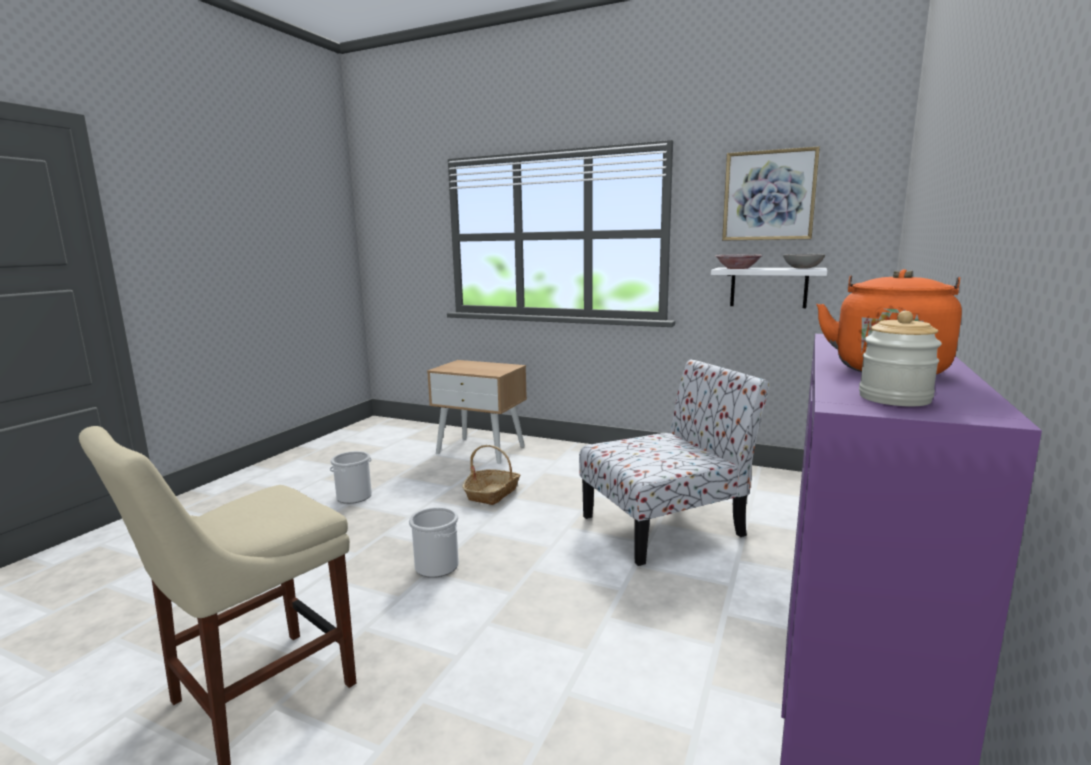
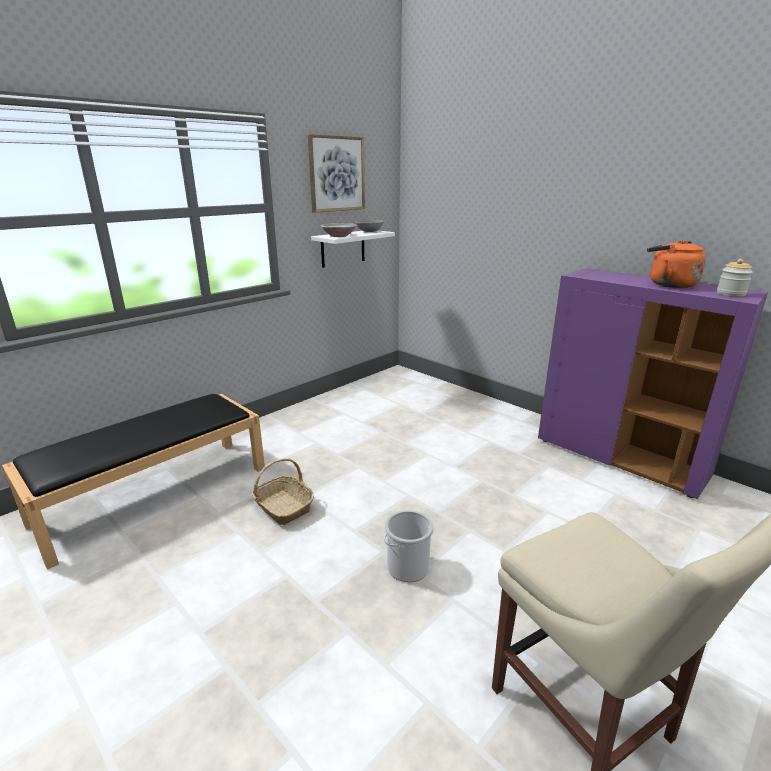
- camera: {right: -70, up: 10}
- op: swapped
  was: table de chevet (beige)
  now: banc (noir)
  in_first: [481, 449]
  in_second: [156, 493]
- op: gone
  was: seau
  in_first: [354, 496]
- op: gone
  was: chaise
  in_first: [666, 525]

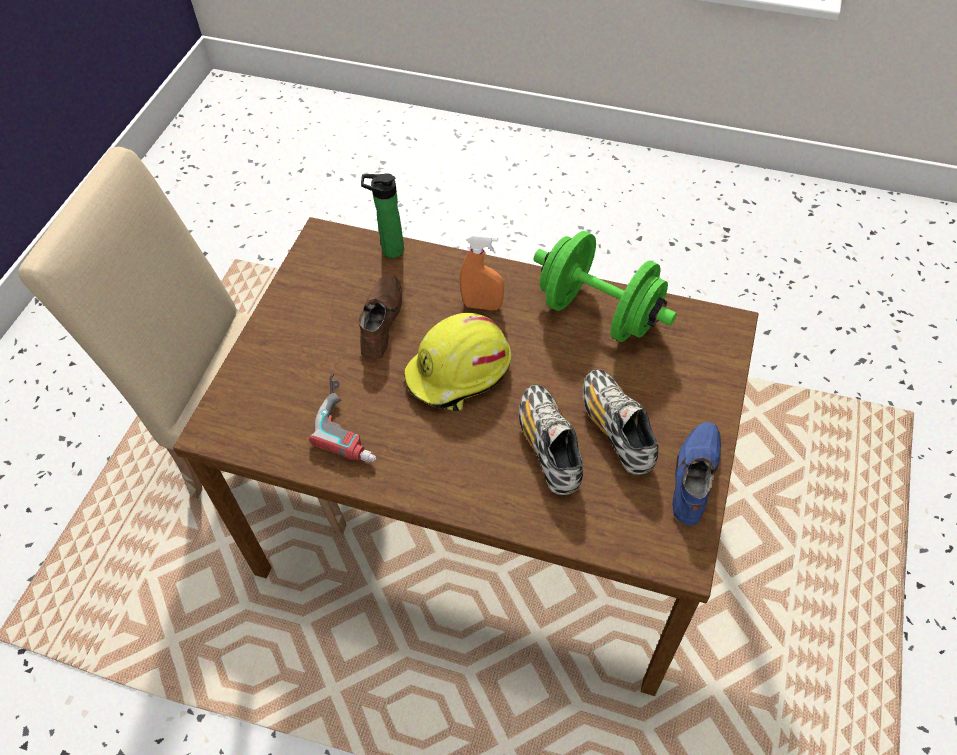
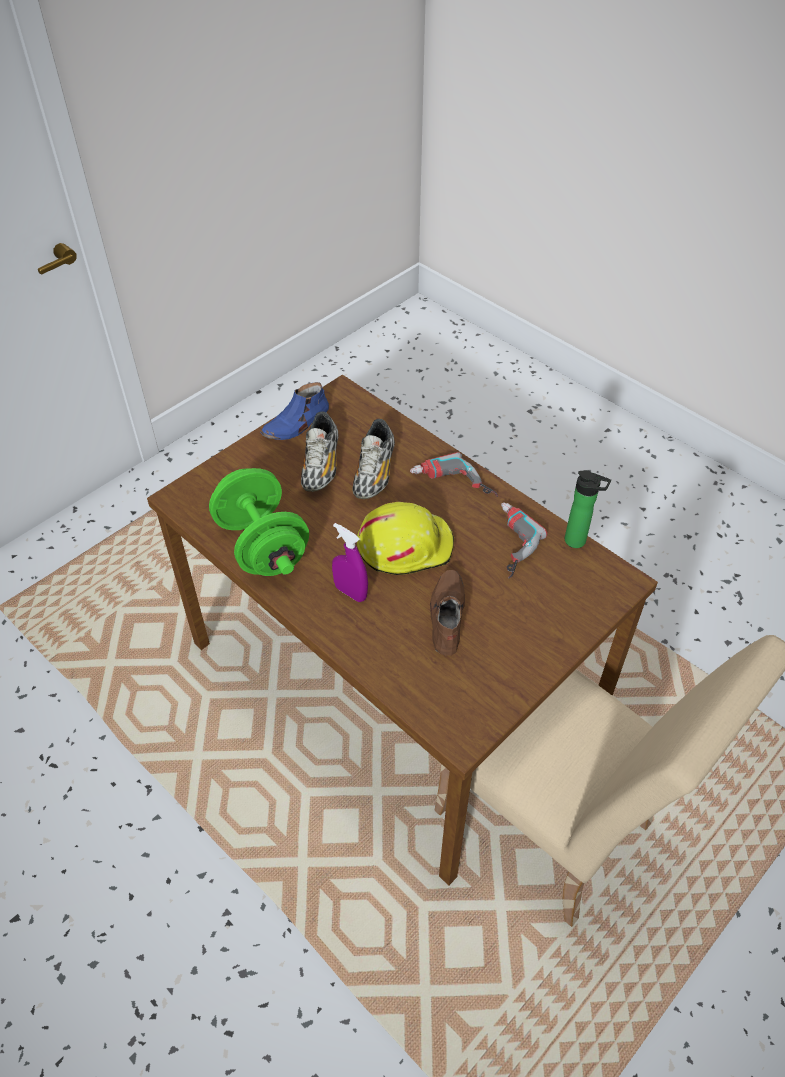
- camera: {right: -155, up: -5}
- op: repainted
  was: vaporisateur (orange)
  now: vaporisateur (violet)
  in_first: [482, 305]
  in_second: [350, 592]
- op: new
  now: perceuse
  in_second: [452, 486]
- op: rotated
  was: chaussure (marron)
  in_first: [380, 321]
  in_second: [446, 616]
  clockwise: 150
- op: shifted
  was: bouteille
  in_first: [389, 250]
  in_second: [578, 541]

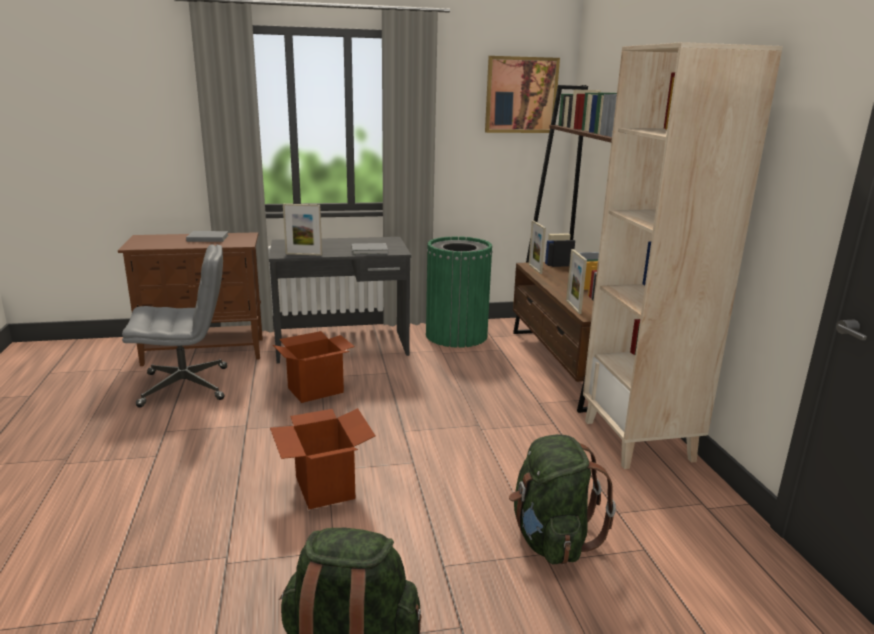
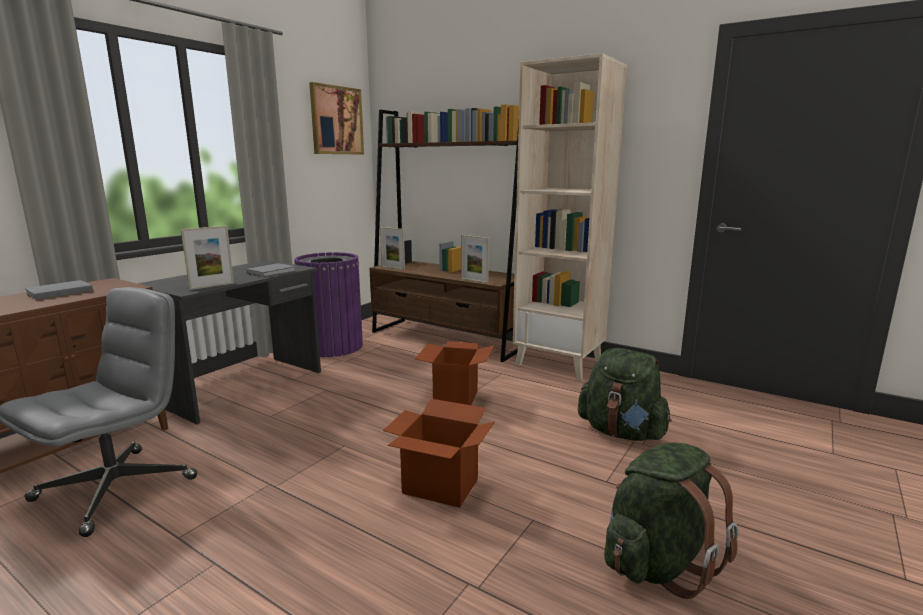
- camera: {right: -45, up: -5}
- op: repainted
  was: poubelle (vert)
  now: poubelle (violet)
  in_first: [456, 335]
  in_second: [332, 346]
- op: shifted
  was: carton
  in_first: [316, 390]
  in_second: [455, 398]

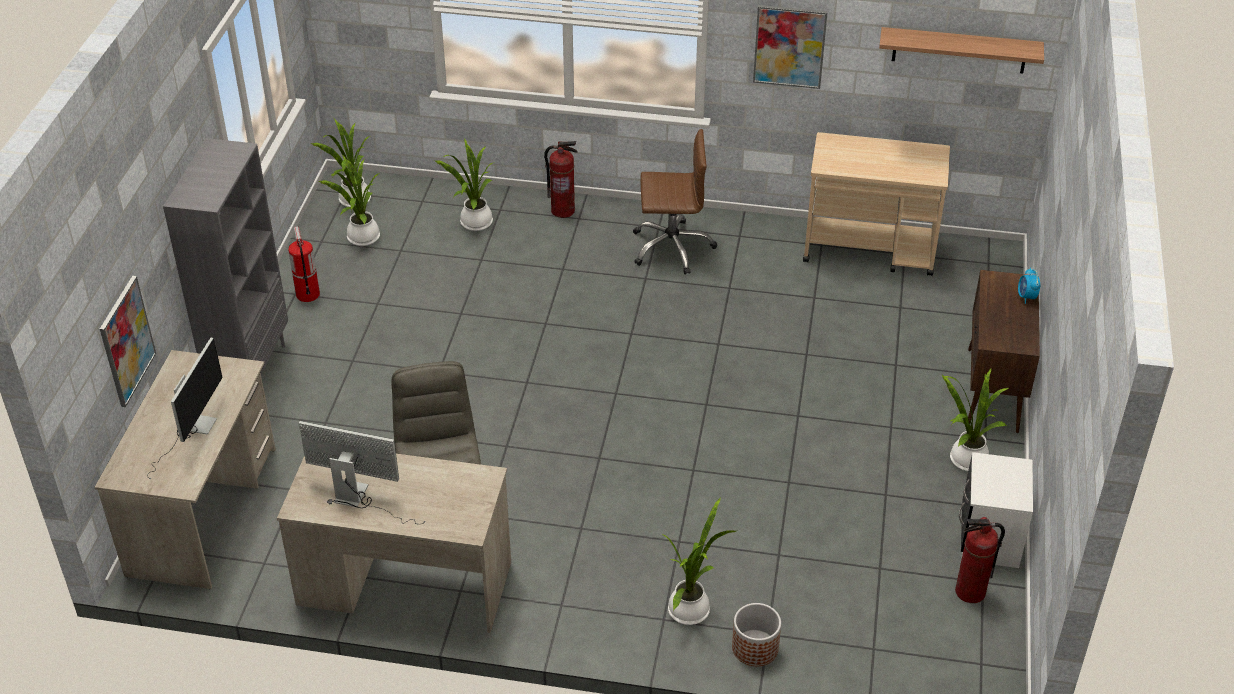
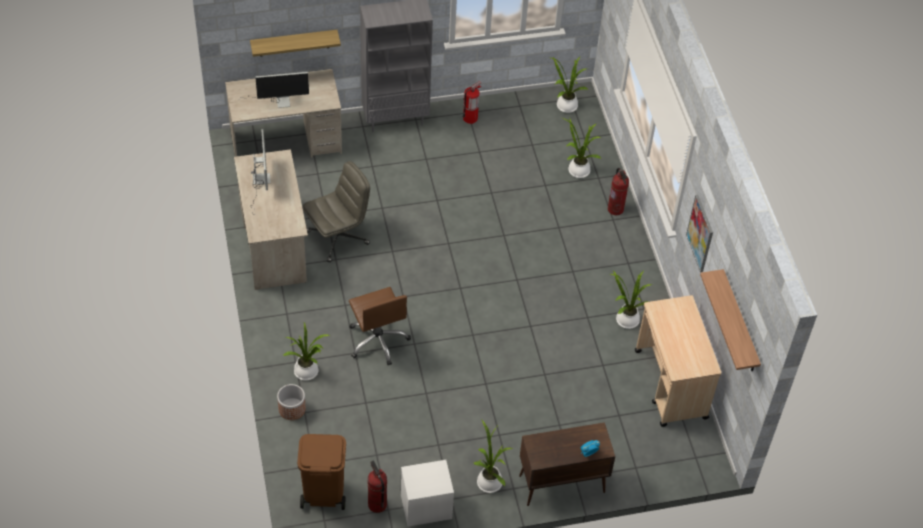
- camera: {right: 65, up: 10}
- op: swapped
  was: tableau
  now: étagère
  in_first: [126, 341]
  in_second: [294, 43]
- op: new
  now: poubelle (marron)
  in_second: [323, 492]
- op: shifted
  was: chaise de bureau (marron)
  in_first: [672, 247]
  in_second: [378, 340]
- op: shifted
  was: plante en pot
  in_first: [361, 239]
  in_second: [625, 319]

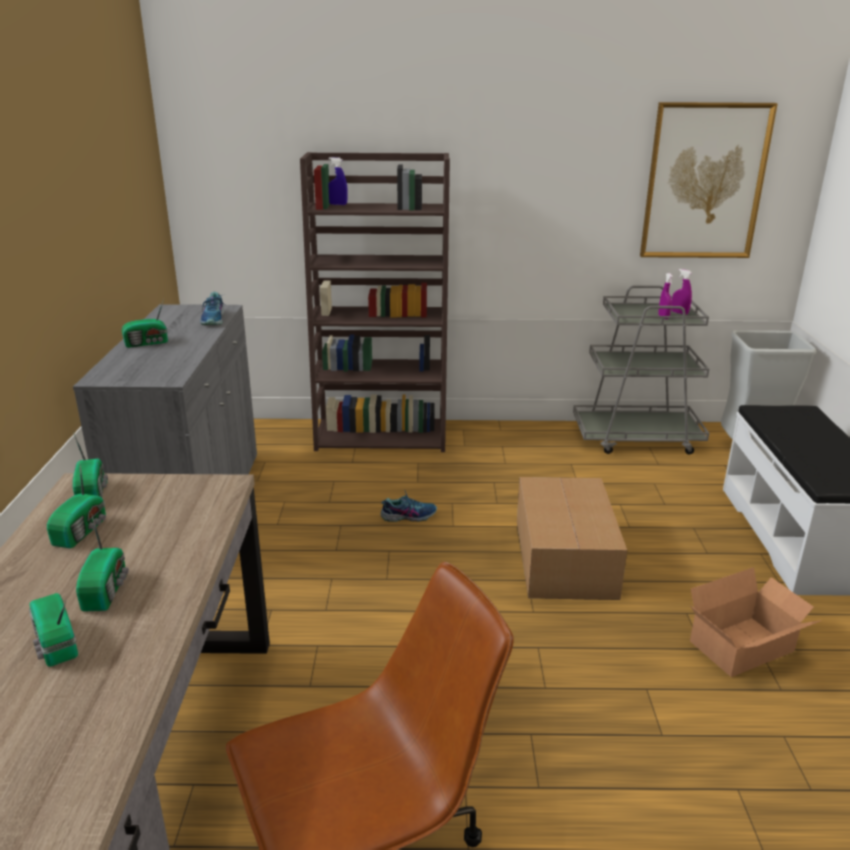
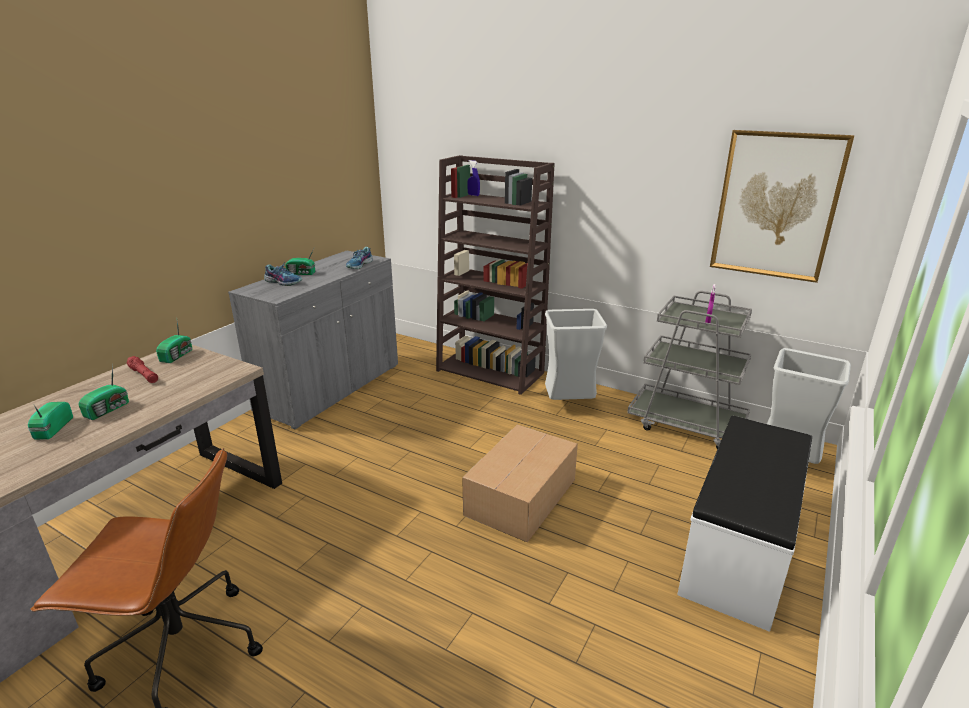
- camera: {right: 30, up: 0}
- op: swapped
  was: radio
  now: lampe de poche (rouge)
  in_first: [82, 531]
  in_second: [144, 375]
- op: shifted
  was: chaussure
  in_first: [408, 516]
  in_second: [283, 282]
- op: new
  now: poubelle (gris)
  in_second: [568, 405]
- op: gone
  was: vaporisateur (violet)
  in_first: [679, 313]
- op: gone
  was: carton
  in_first: [746, 648]

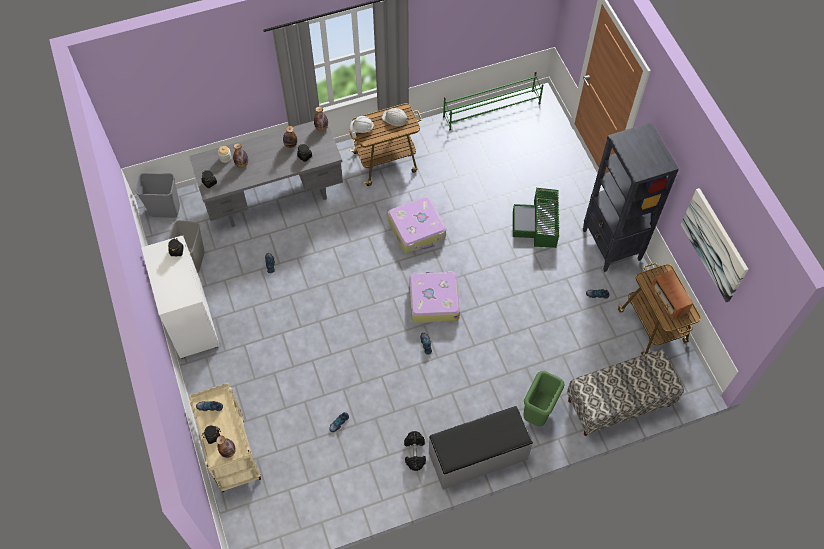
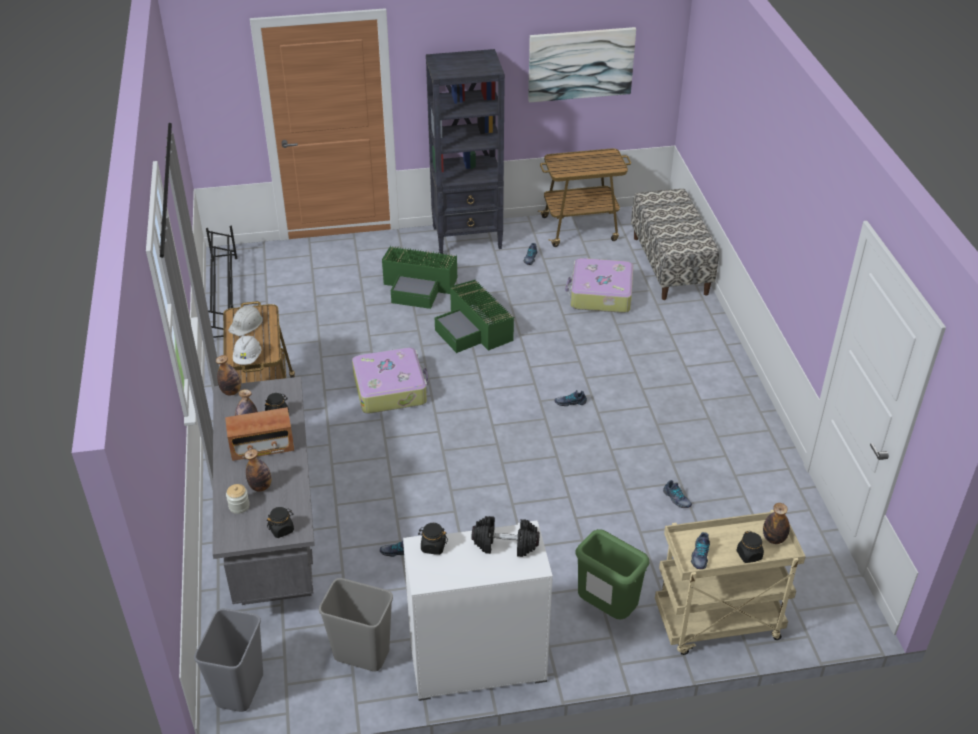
- camera: {right: -80, up: -20}
- op: repainted
  was: étagère à chaussures (vert)
  now: étagère à chaussures (noir)
  in_first: [492, 110]
  in_second: [225, 297]
- op: shifted
  was: radio
  in_first: [668, 300]
  in_second: [262, 447]
- op: new
  now: boîte de rangement (vert)
  in_second: [474, 330]
- op: shifted
  was: haltère (noir)
  in_first: [414, 453]
  in_second: [505, 544]
- op: shifted
  was: valise
  in_first: [433, 300]
  in_second: [600, 294]
- op: shifted
  was: poubelle (vert)
  in_first: [537, 412]
  in_second: [605, 609]
- op: gone
  was: banc (gris)
  in_first: [478, 457]

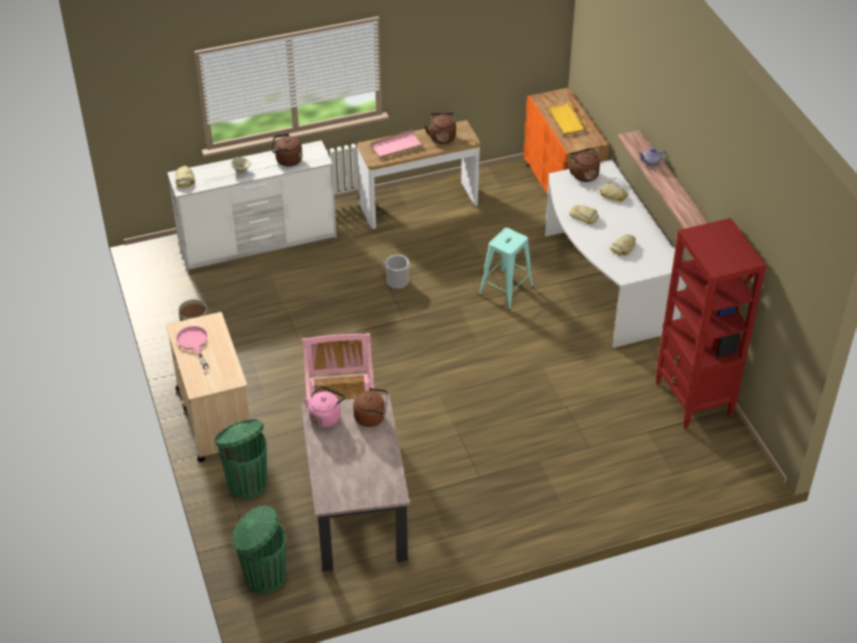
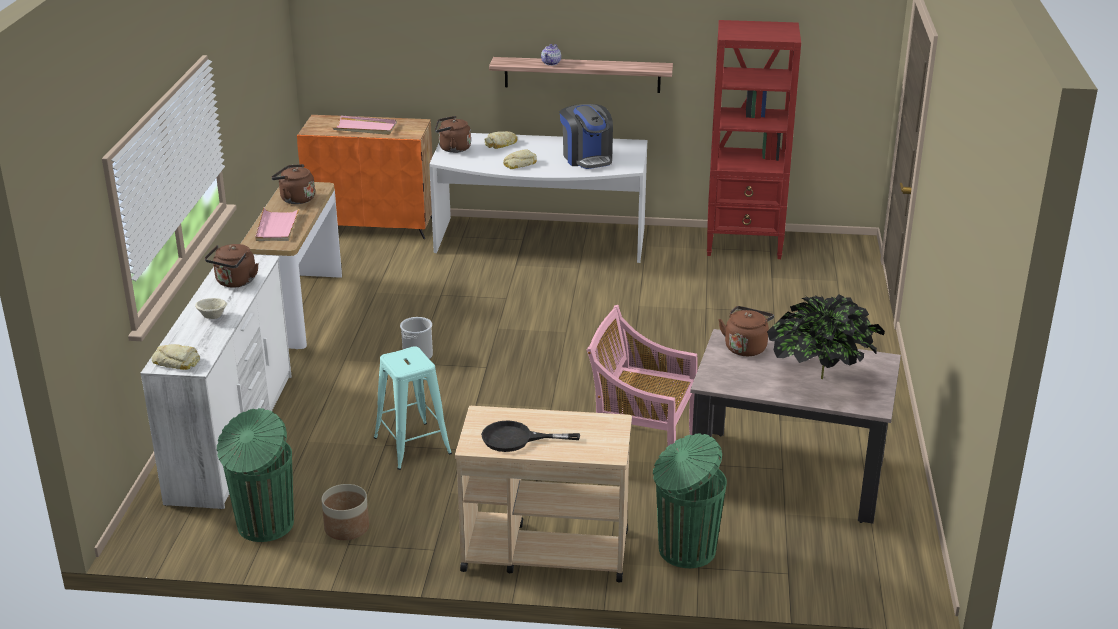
- camera: {right: -65, up: -15}
- op: shifted
  was: poubelle (vert)
  in_first: [263, 576]
  in_second: [264, 525]
- op: repainted
  was: plateau (jaune)
  now: plateau (rose)
  in_first: [565, 120]
  in_second: [365, 128]
- op: shifted
  was: tabouret (turquoise)
  in_first: [506, 290]
  in_second: [412, 445]
- op: repainted
  was: poêle (rose)
  now: poêle (noir)
  in_first: [194, 343]
  in_second: [516, 439]
- op: swapped
  was: pain
  now: machine à café
  in_first: [623, 247]
  in_second: [587, 158]
- op: new
  now: plante en pot
  in_second: [820, 380]
- op: gone
  was: bouilloire (rose)
  in_first: [325, 417]

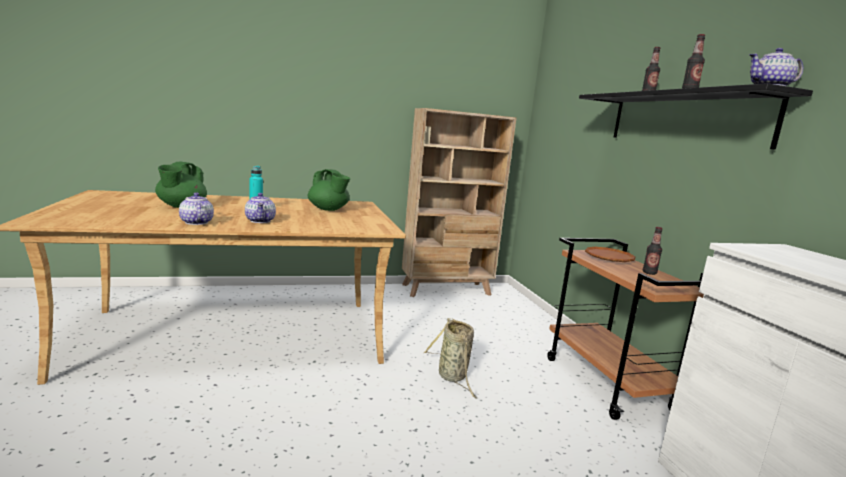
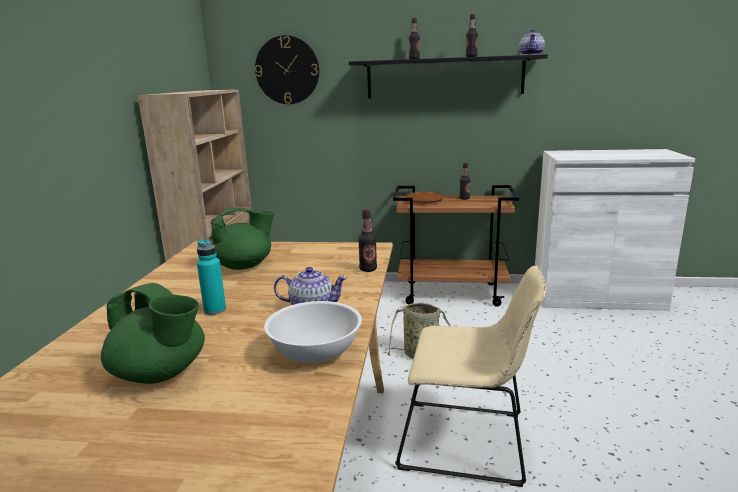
- camera: {right: -65, up: 5}
- op: new
  now: horloge murale
  in_second: [287, 70]
- op: swapped
  was: théière
  now: bol (blanc)
  in_first: [196, 222]
  in_second: [316, 352]
- op: new
  now: bouteille
  in_second: [368, 269]
- op: new
  now: chaise (beige)
  in_second: [469, 441]

